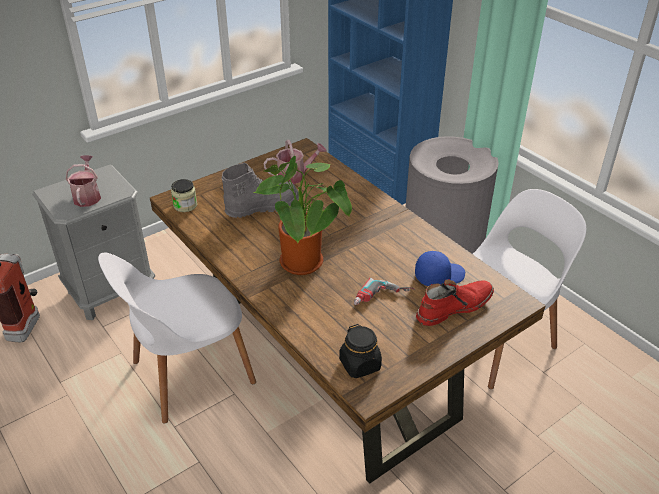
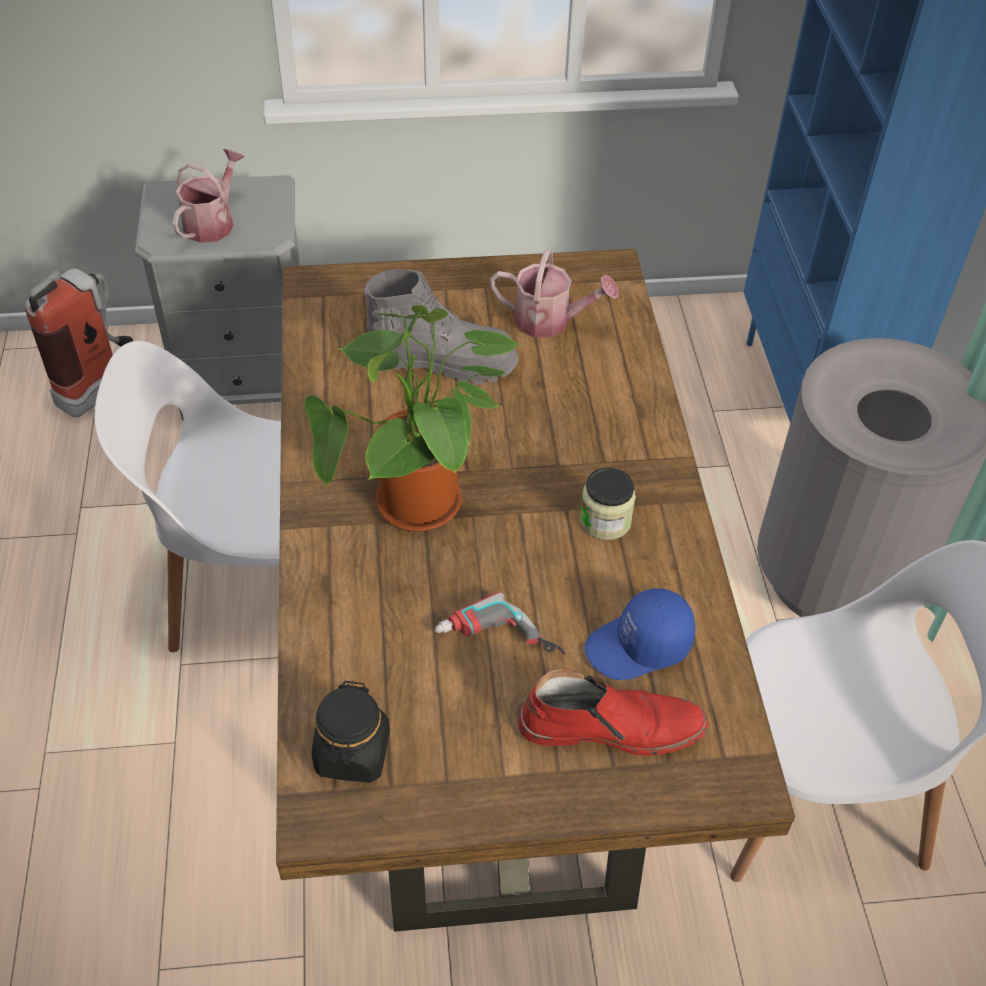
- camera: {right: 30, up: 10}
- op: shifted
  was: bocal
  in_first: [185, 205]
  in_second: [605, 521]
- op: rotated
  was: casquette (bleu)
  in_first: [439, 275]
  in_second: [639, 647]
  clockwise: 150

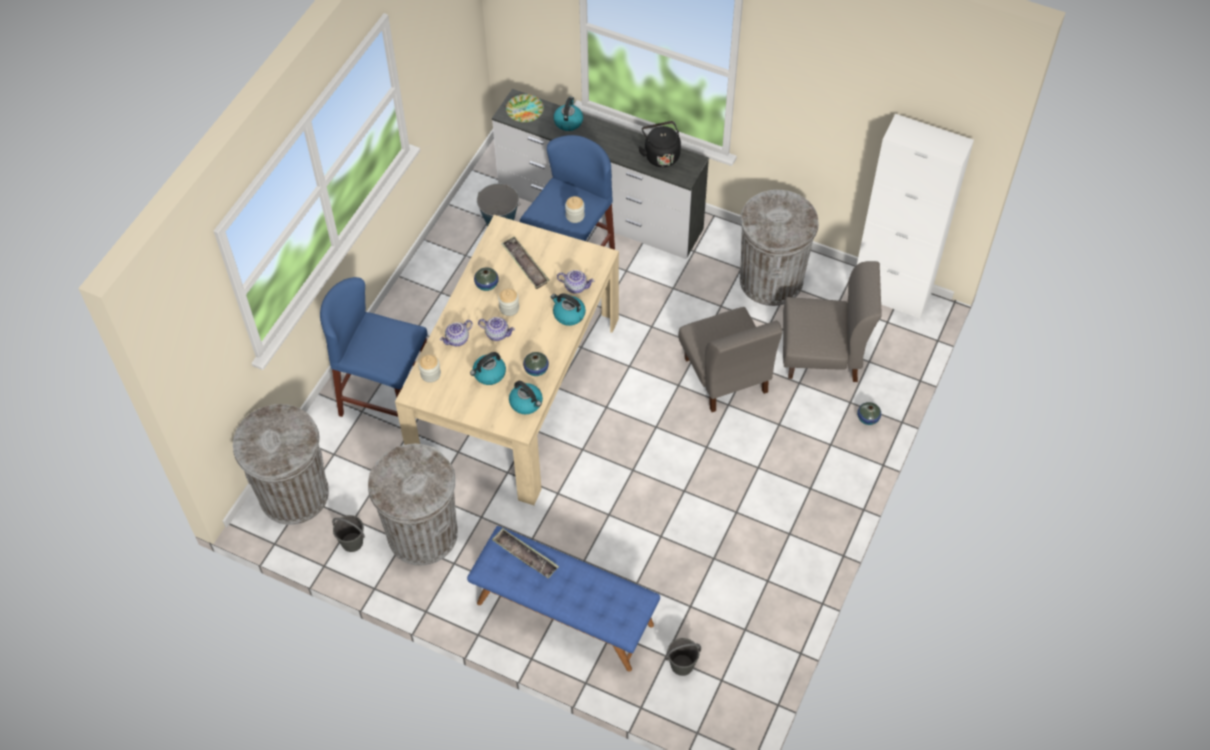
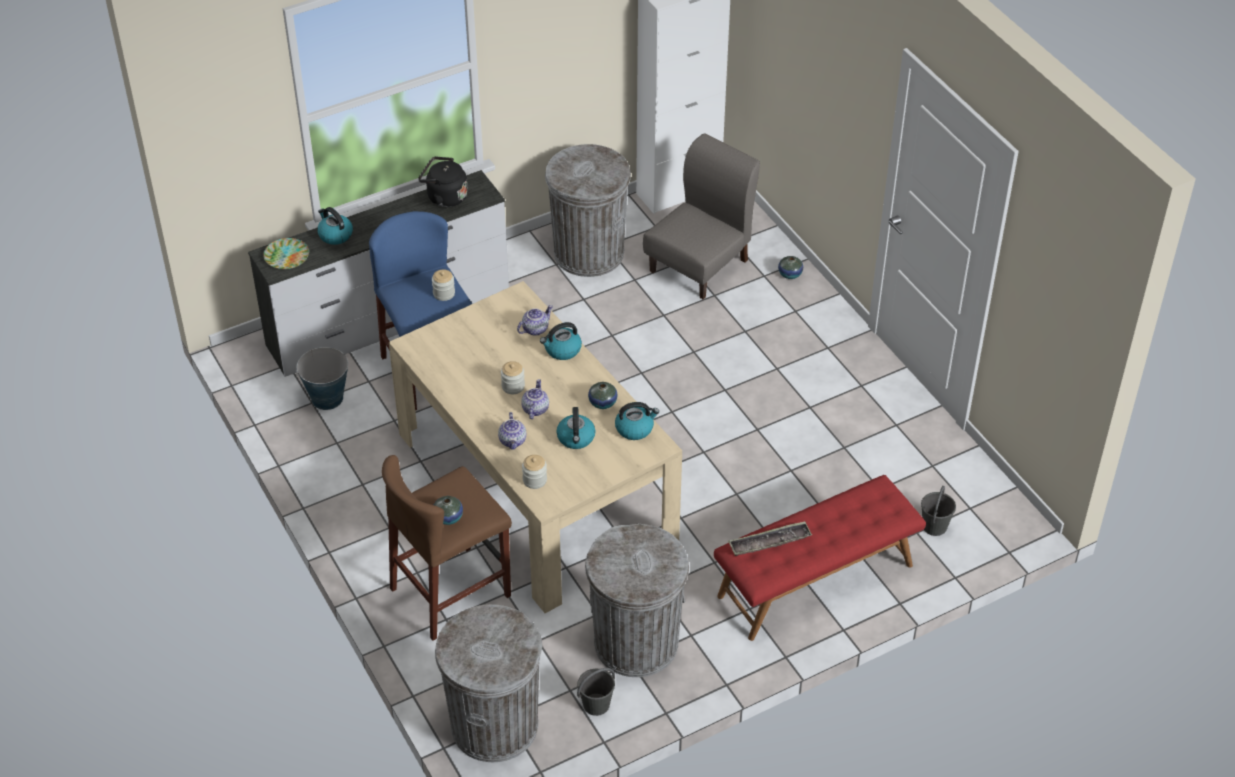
- camera: {right: -55, up: -10}
- op: repainted
  was: tabouret (bleu)
  now: tabouret (marron)
  in_first: [386, 400]
  in_second: [451, 592]
- op: shifted
  was: vase
  in_first: [486, 284]
  in_second: [448, 517]
- op: rotated
  was: théière
  in_first: [497, 333]
  in_second: [534, 409]
  clockwise: -45
- op: repainted
  was: banc (bleu)
  now: banc (rouge)
  in_first: [564, 614]
  in_second: [816, 581]
- op: gone
  was: plateau
  in_first: [525, 265]
- op: gone
  was: chaise (gris)
  in_first: [725, 376]

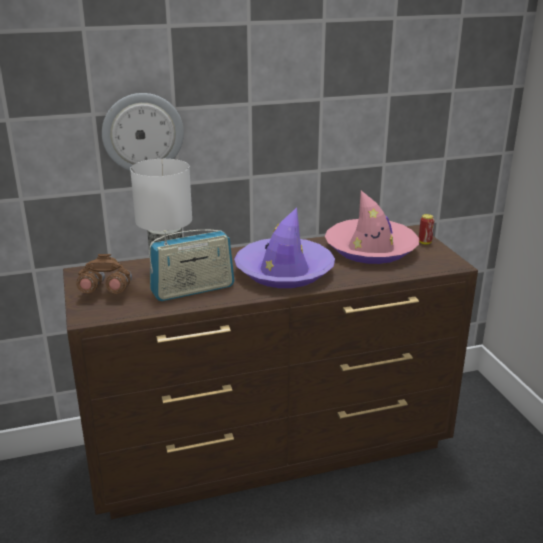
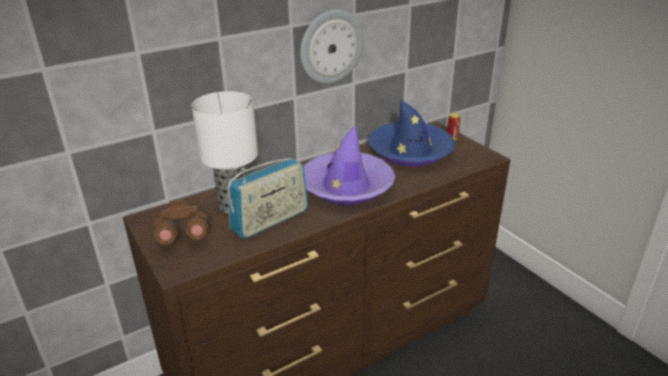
- camera: {right: -15, up: 5}
- op: shifted
  was: horloge murale
  in_first: [143, 133]
  in_second: [331, 46]
- op: repainted
  was: chapeau (rose)
  now: chapeau (bleu)
  in_first: [371, 249]
  in_second: [410, 151]

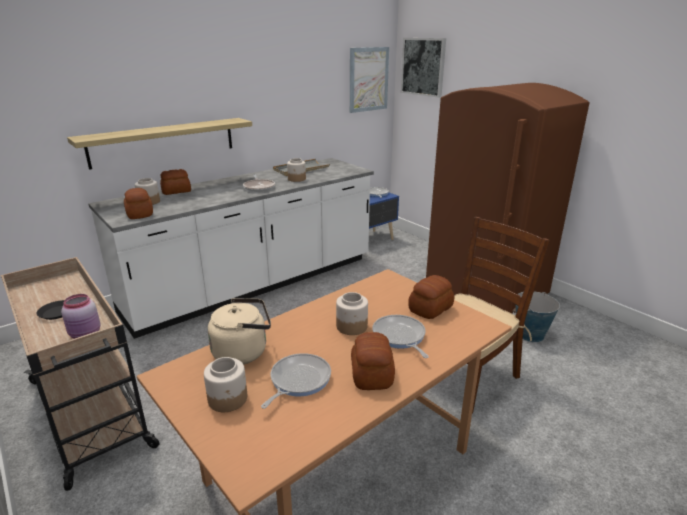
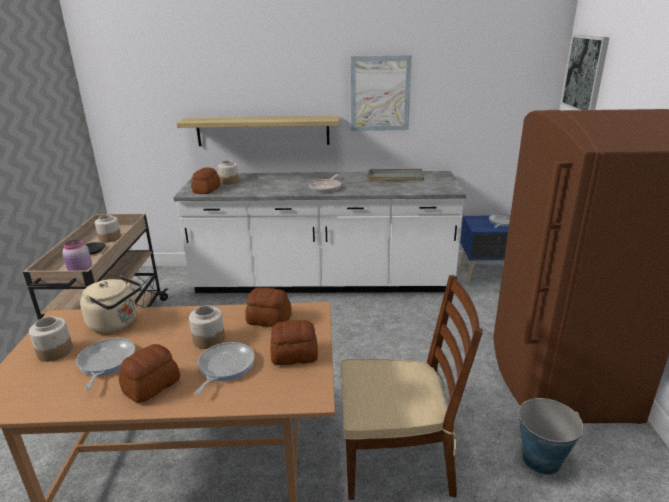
- camera: {right: 40, up: 0}
- op: rotated
  was: poêle
  in_first: [298, 380]
  in_second: [106, 362]
  clockwise: -75
- op: shifted
  was: bocal
  in_first: [297, 179]
  in_second: [109, 238]
- op: shifted
  was: pain
  in_first: [177, 191]
  in_second: [269, 320]
- op: shifted
  was: tableau
  in_first: [368, 79]
  in_second: [380, 93]

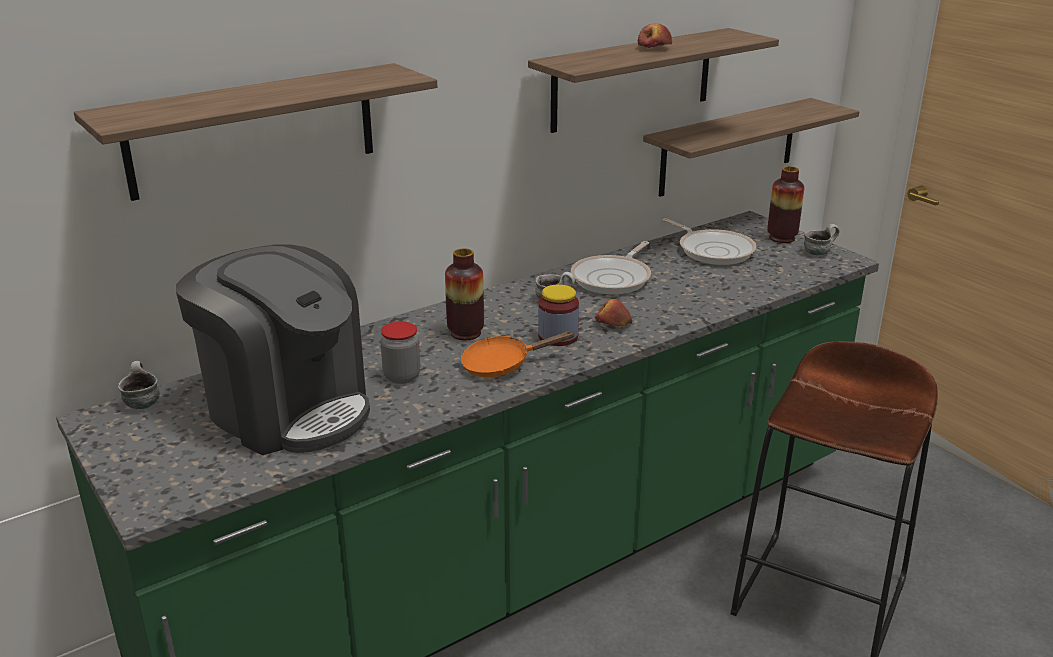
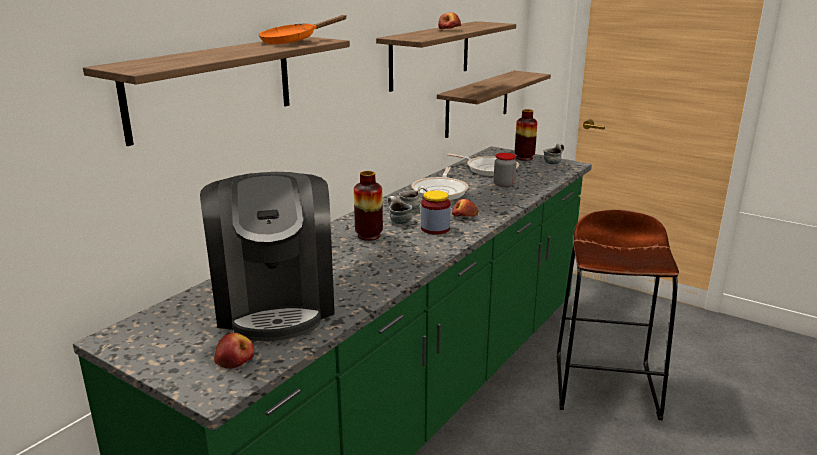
- camera: {right: -20, up: -5}
- op: rotated
  was: machine à café
  in_first: [287, 409]
  in_second: [275, 303]
  clockwise: 60
- op: new
  now: pomme
  in_second: [235, 359]
- op: shifted
  was: poêle (orange)
  in_first: [502, 365]
  in_second: [294, 41]
- op: shifted
  was: mug
  in_first: [141, 402]
  in_second: [398, 221]
- op: shifted
  was: bocal
  in_first: [402, 376]
  in_second: [504, 185]

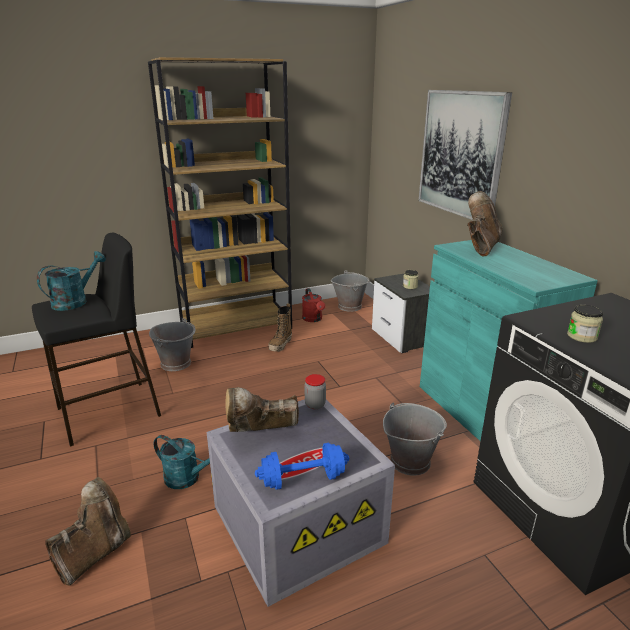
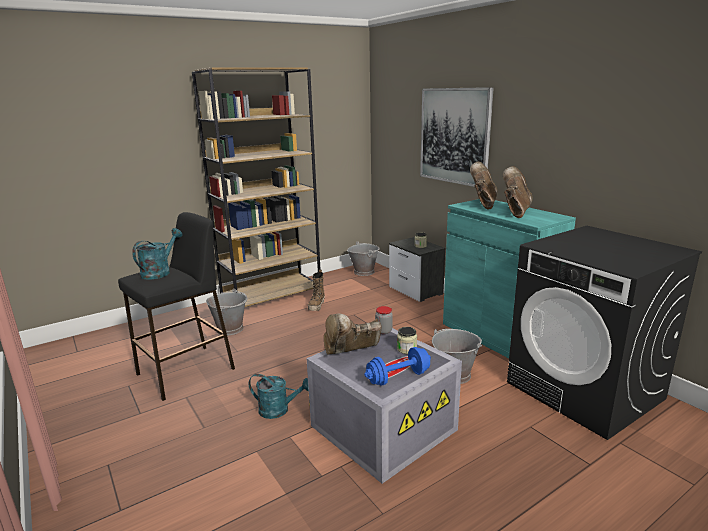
- camera: {right: -10, up: -5}
- op: shifted
  was: bocal
  in_first: [582, 336]
  in_second: [406, 349]
- op: shifted
  was: botte (marron)
  in_first: [95, 552]
  in_second: [515, 212]
- op: gone
  was: arrosoir (rouge)
  in_first: [313, 319]

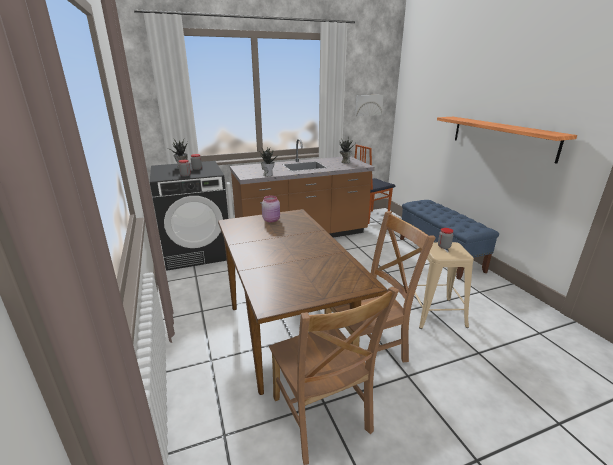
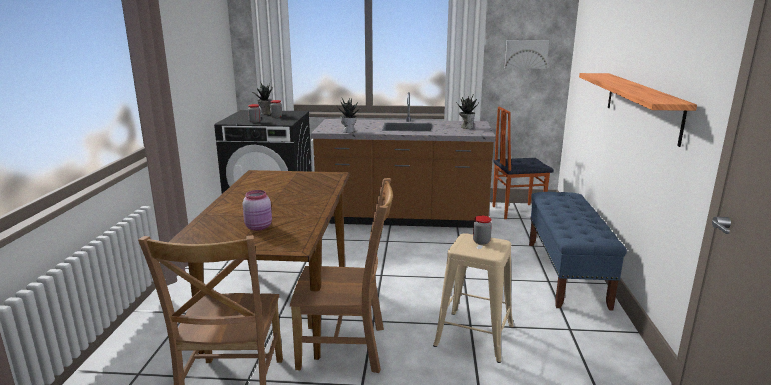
- camera: {right: 25, up: -5}
- op: shifted
  was: bocal (rose)
  in_first: [272, 220]
  in_second: [259, 227]

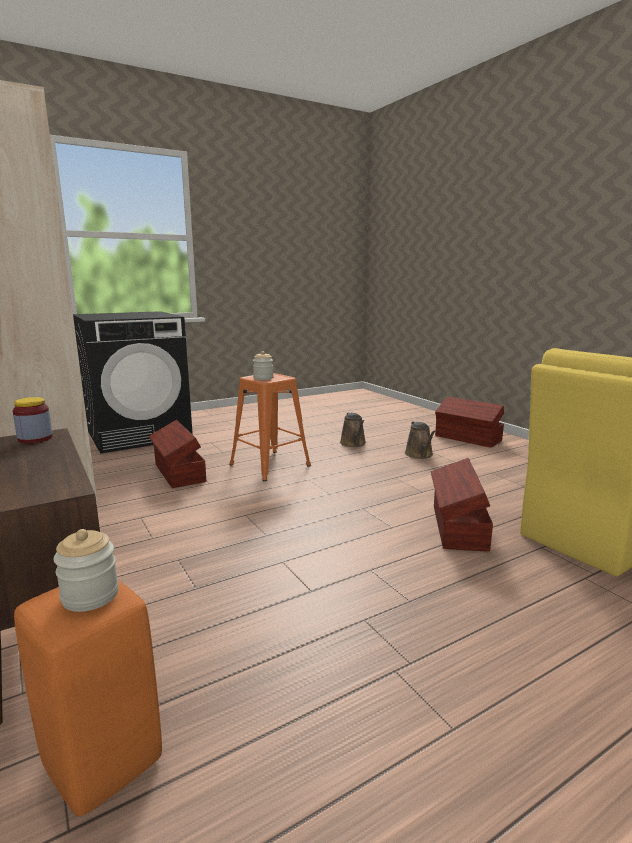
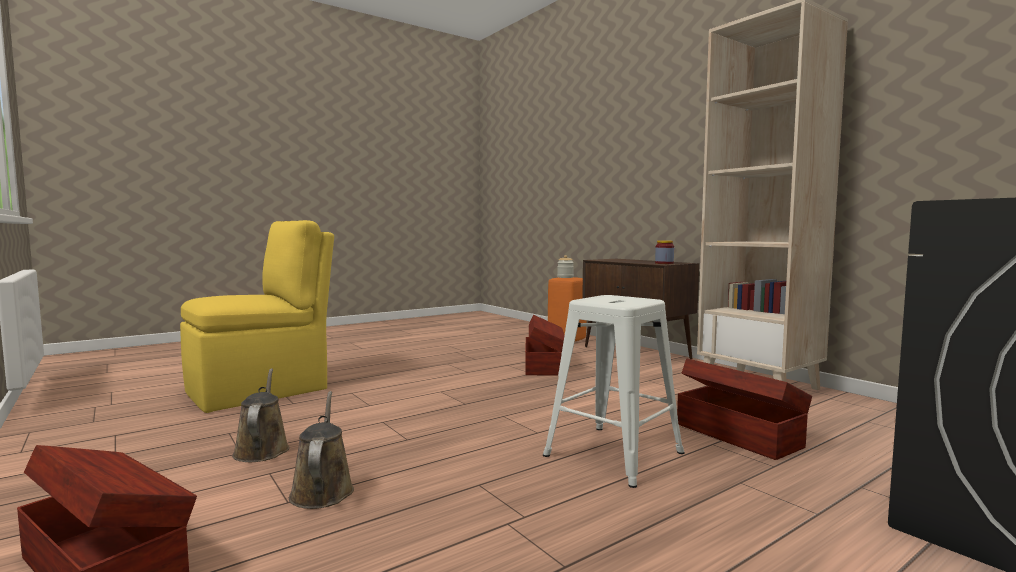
- camera: {right: 175, up: -10}
- op: shifted
  was: arrosoir (marron)
  in_first: [353, 443]
  in_second: [262, 449]
- op: shifted
  was: boîte de rangement (marron)
  in_first: [457, 527]
  in_second: [543, 365]
- op: repainted
  was: tabouret (orange)
  now: tabouret (blanc)
  in_first: [270, 465]
  in_second: [613, 453]
- op: gone
  was: bocal
  in_first: [263, 378]

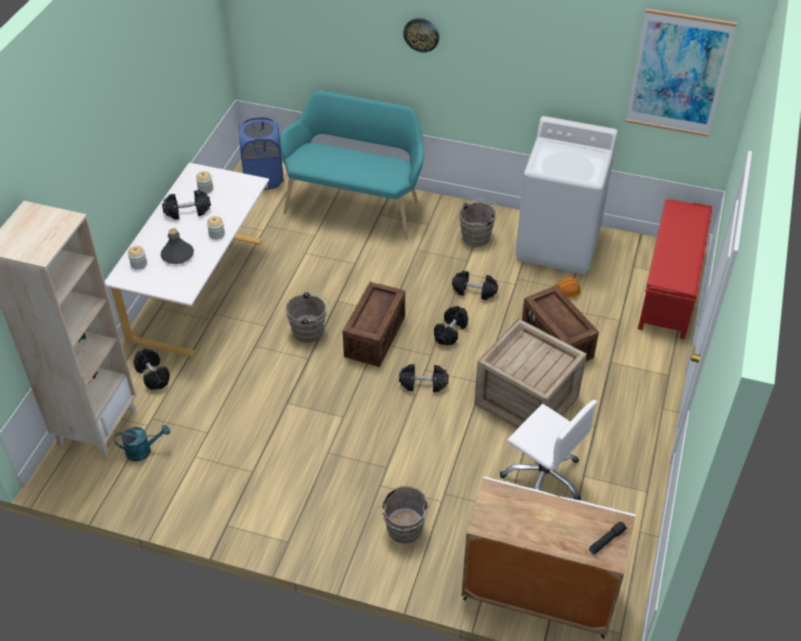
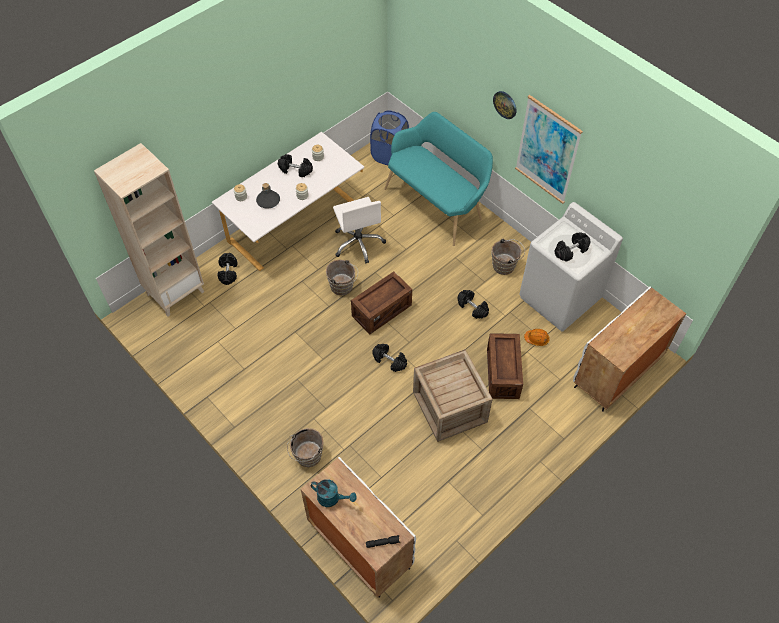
- camera: {right: 30, up: 10}
- op: shifted
  was: arrosoir (turquoise)
  in_first: [143, 450]
  in_second: [332, 498]
- op: shifted
  was: chaise de bureau (blanc)
  in_first: [543, 478]
  in_second: [358, 243]
- op: shifted
  was: tableau
  in_first: [678, 73]
  in_second: [547, 150]
- op: shifted
  was: haltère (noir)
  in_first: [450, 331]
  in_second: [571, 251]
- op: swapped
  was: banc (rouge)
  now: meuble de rangement (blanc)
  in_first: [670, 288]
  in_second: [617, 372]

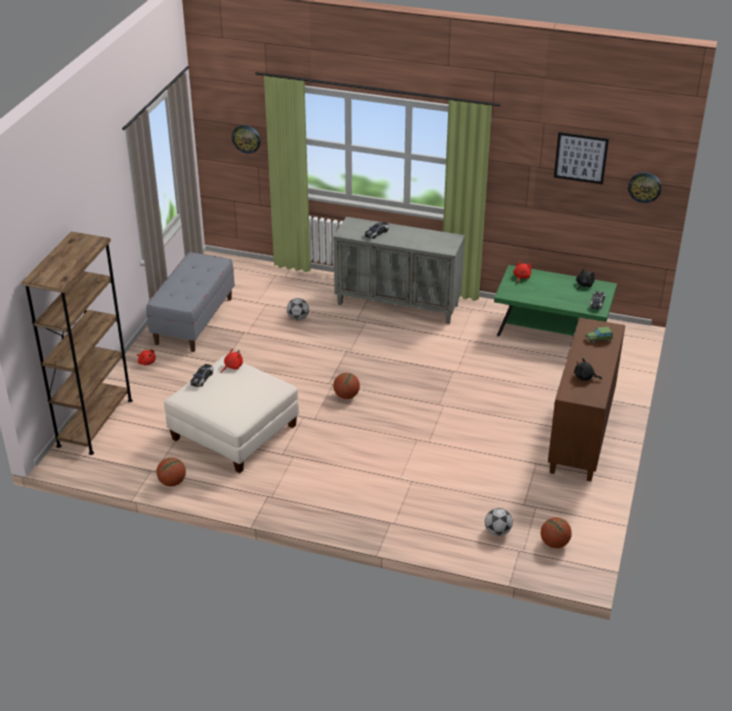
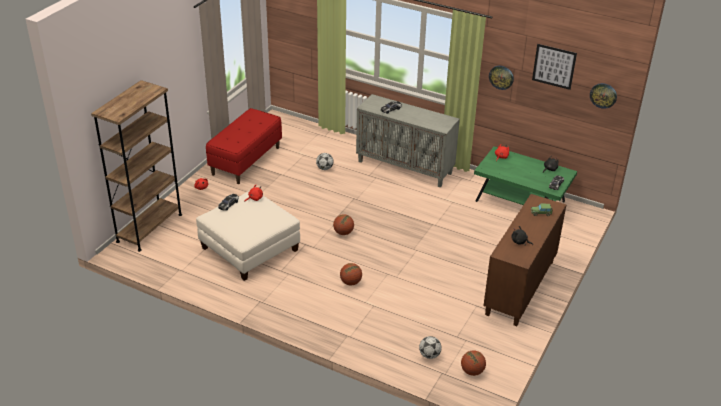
- camera: {right: 10, up: 0}
- op: repainted
  was: banc (gris)
  now: banc (rouge)
  in_first: [194, 320]
  in_second: [246, 161]
- op: shifted
  was: ballon de basket
  in_first: [172, 482]
  in_second: [350, 282]
- op: shifted
  was: horloge murale
  in_first: [246, 138]
  in_second: [501, 77]

